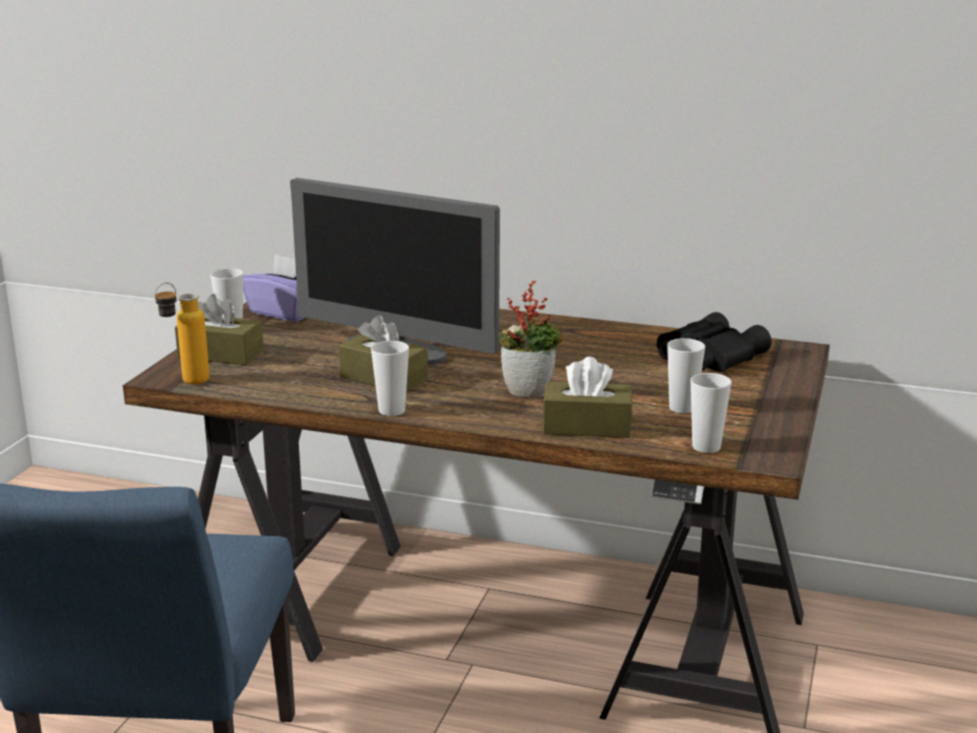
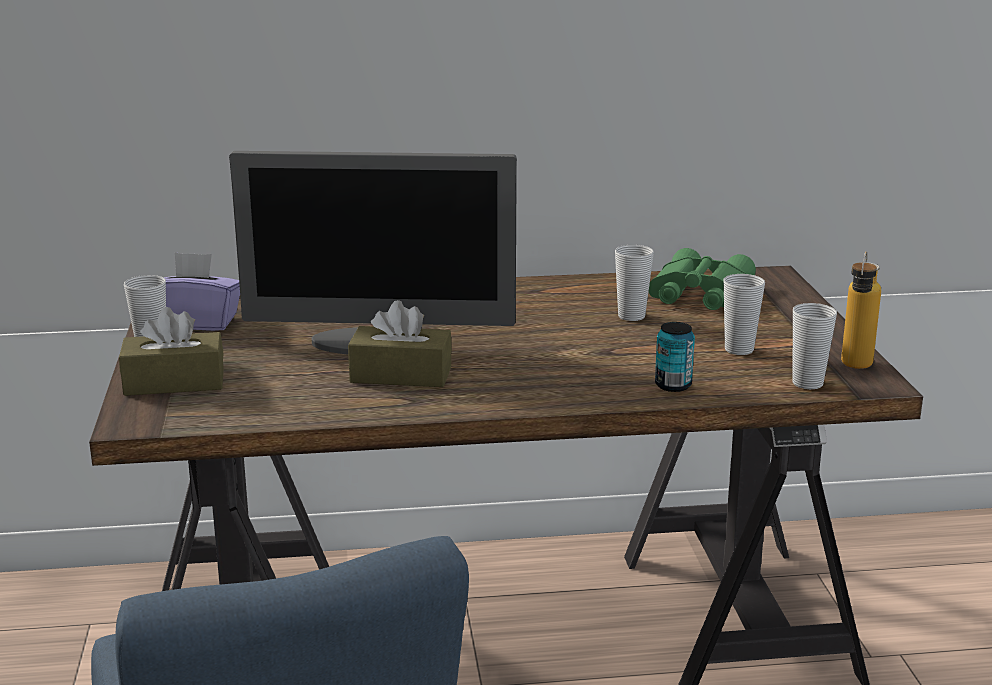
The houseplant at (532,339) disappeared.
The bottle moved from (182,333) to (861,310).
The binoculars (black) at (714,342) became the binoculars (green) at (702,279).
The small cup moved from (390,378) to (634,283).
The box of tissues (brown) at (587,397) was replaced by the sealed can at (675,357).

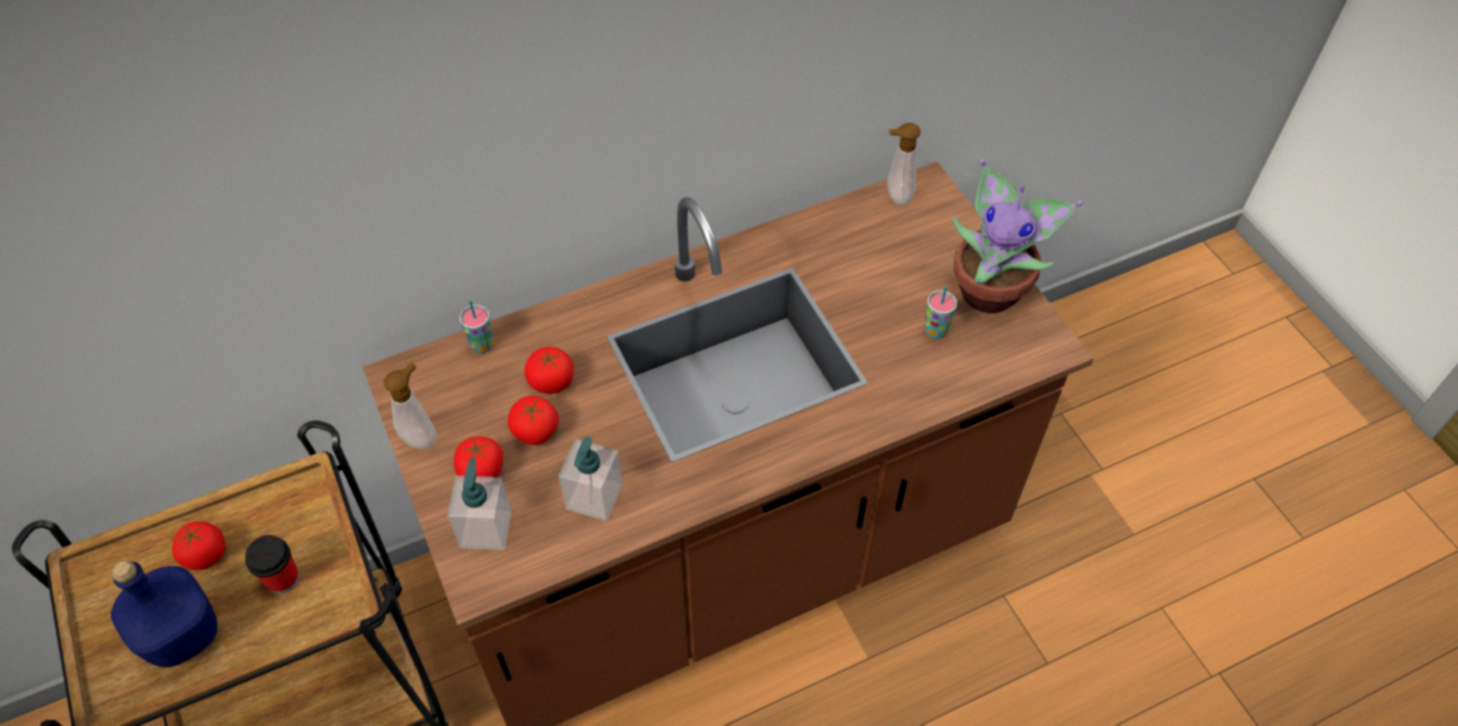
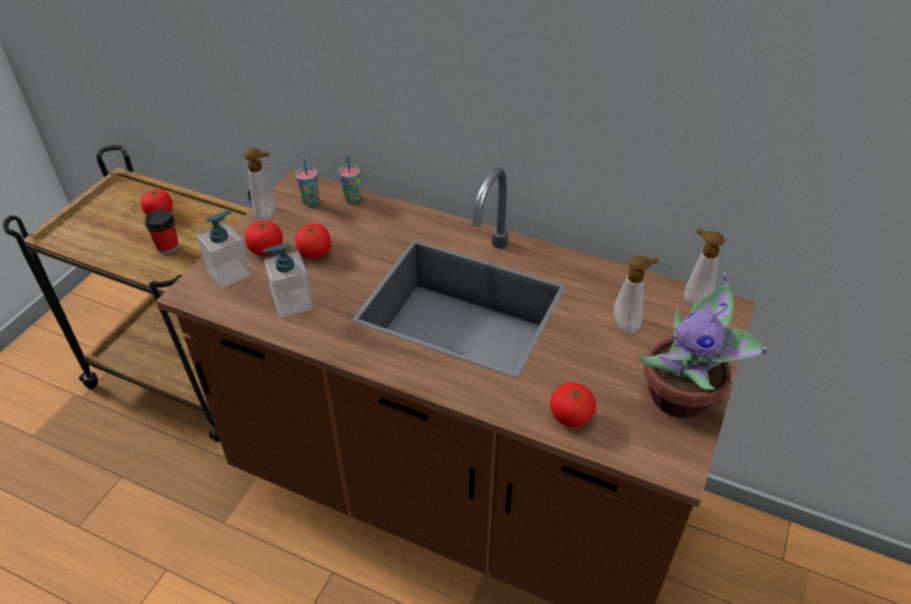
The small cup moved from (940,312) to (307,182).
The fresh tomato moved from (549,370) to (573,404).
The bottle (blue) at (164,614) disappeared.
The liquid soap bottle at (636,294) appeared.

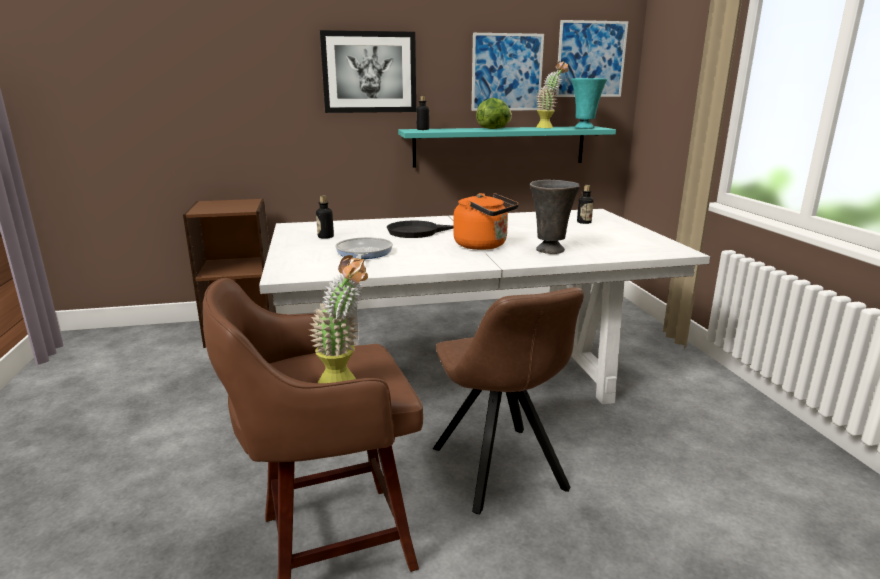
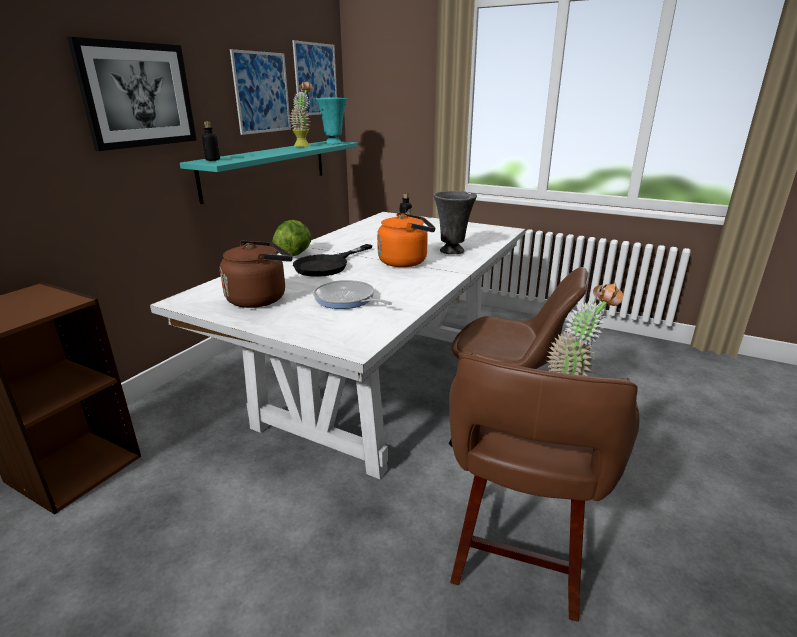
The lettuce moved from (494,113) to (292,238).
The bottle at (325,217) was replaced by the kettle (brown) at (256,274).

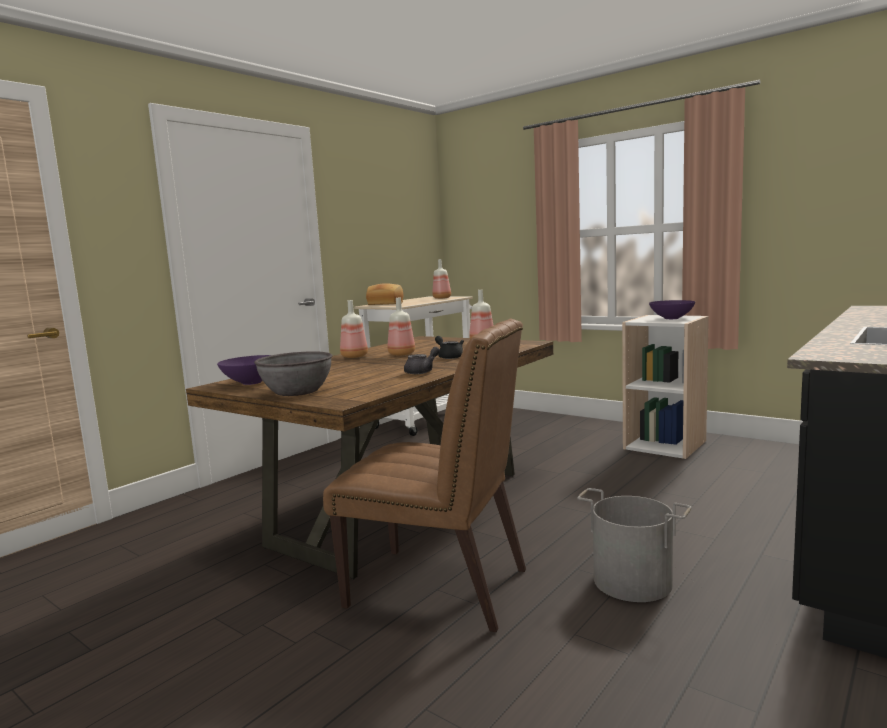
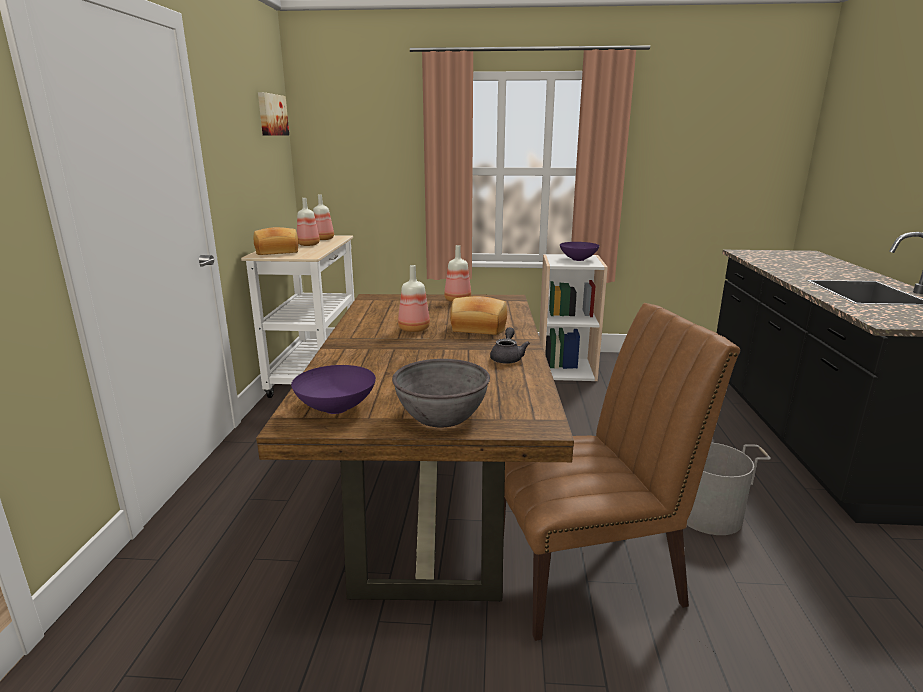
The bottle moved from (354,329) to (308,222).
The pot for tea (black) at (449,347) was replaced by the baked bread at (478,315).
The picture at (273,114) appeared.

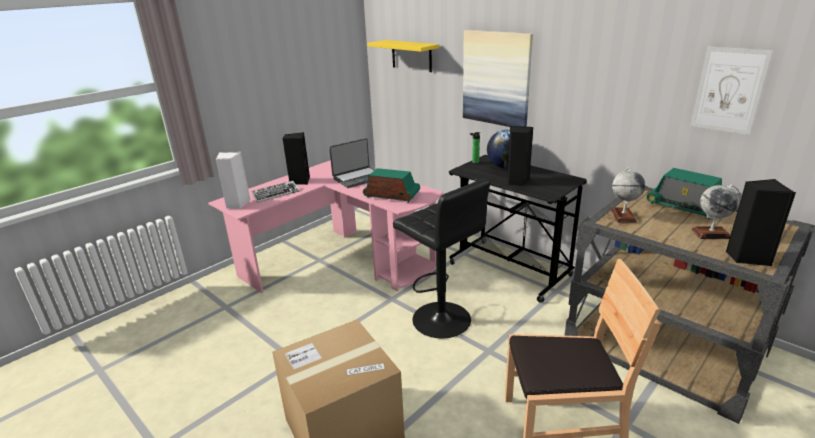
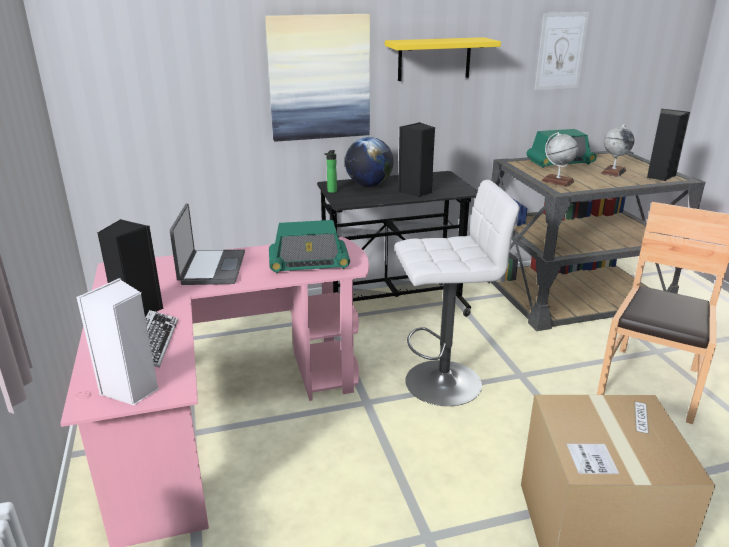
The wall shelf (yellowish) moved from (403,56) to (443,59).
The radio receiver at (391,185) turned 150 degrees counterclockwise.
The stool seat (black) at (442,258) became the stool seat (whitish) at (457,293).

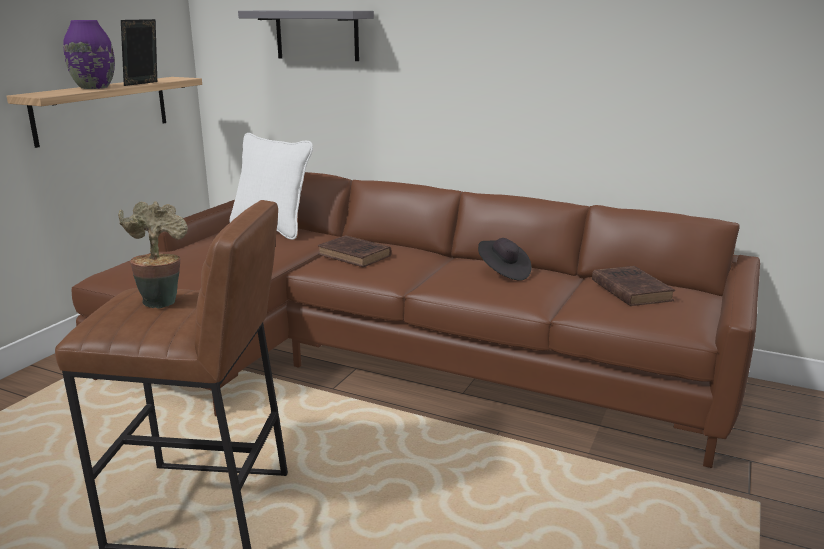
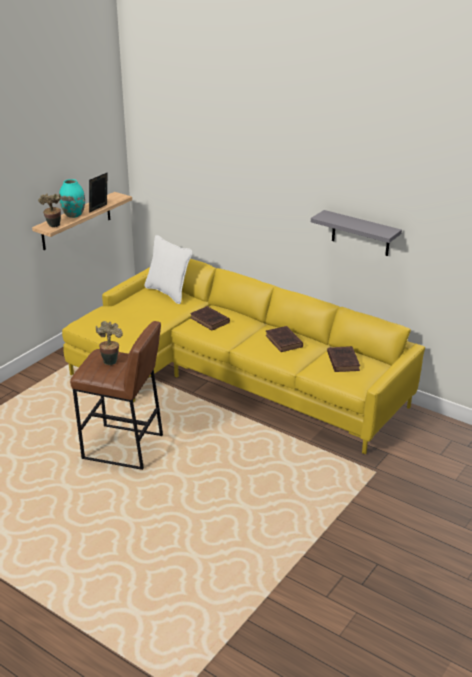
The wall shelf (greyish) moved from (306,36) to (356,233).
The flower vase (purplish) at (89,54) became the flower vase (turquoise-coloured) at (72,198).
The settee (brown) at (416,320) became the settee (yellowish) at (243,356).
The hat (black) at (504,259) was replaced by the book (brown) at (284,339).
The houseplant at (49,210) appeared.

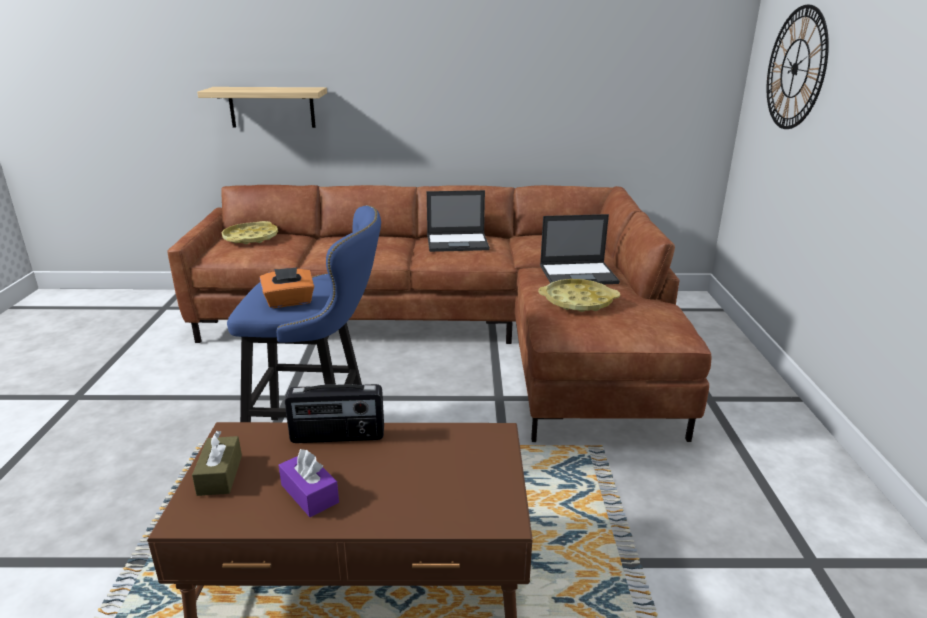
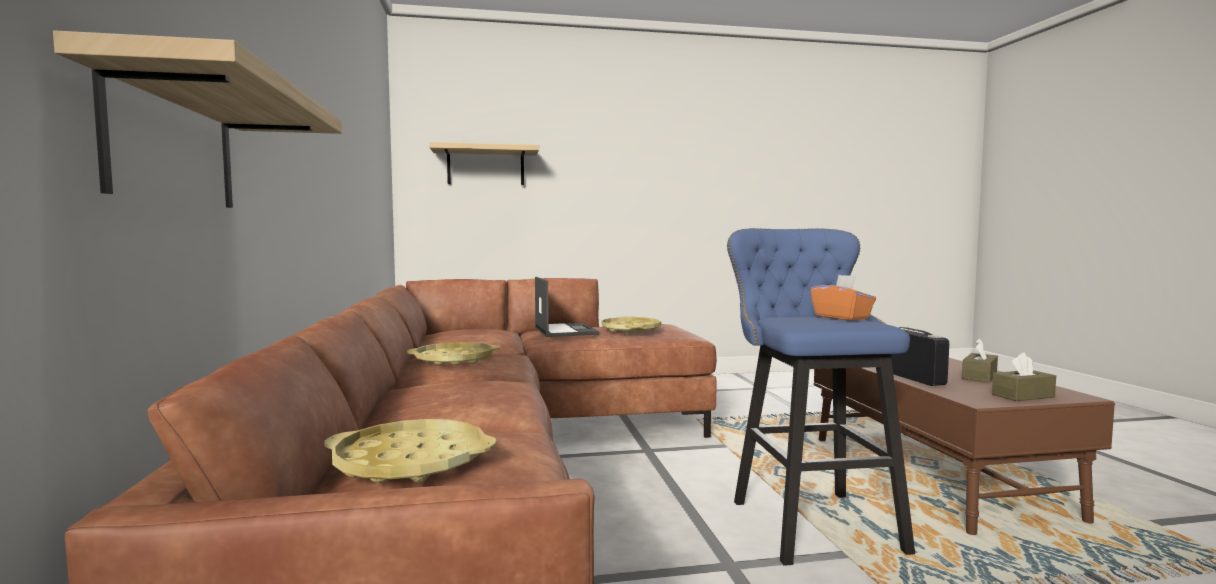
The hanging clock at (798,66) was replaced by the wall shelf at (484,163).
The notebook computer at (458,221) was replaced by the carrying tray (yellowish) at (453,354).
The box of tissues (purplish) at (309,483) became the box of tissues (brown) at (980,360).

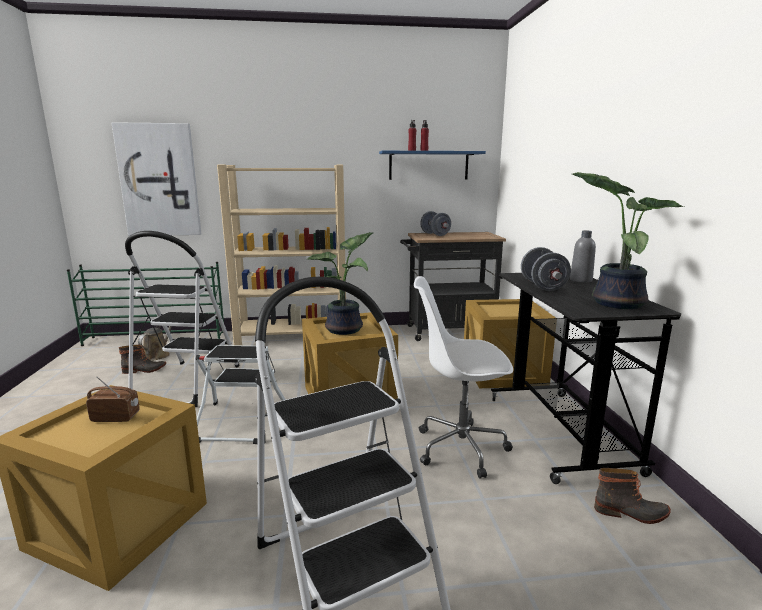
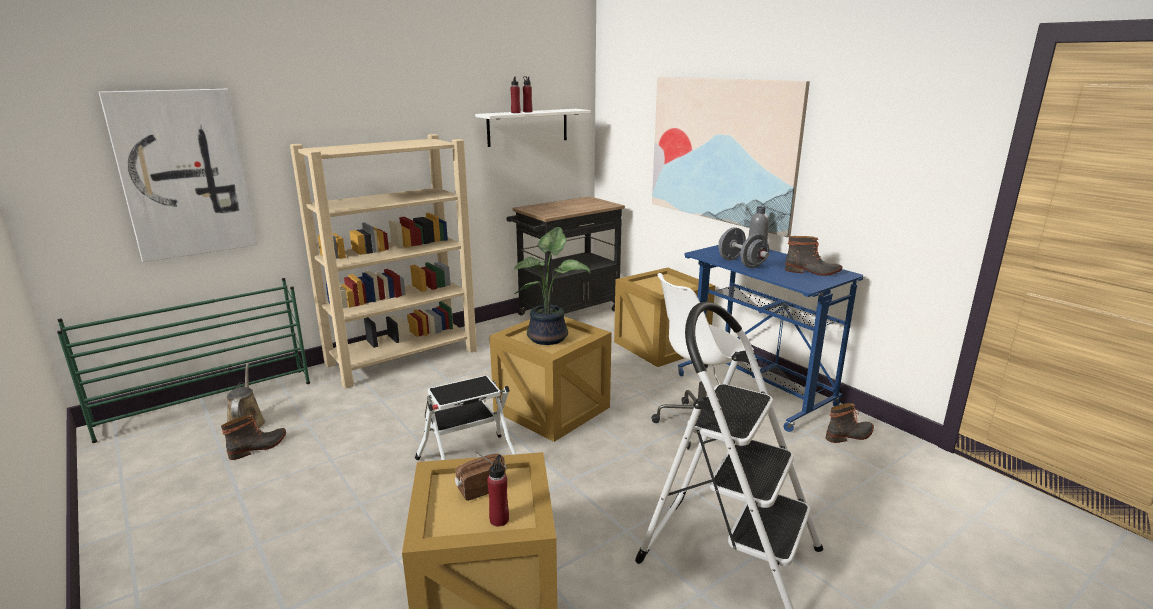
The wall shelf (blue) at (432,165) became the wall shelf (whitish) at (533,128).
The houseplant at (628,240) was replaced by the high-top boot at (813,256).
The dumbbell (greyish) at (435,223) disappeared.
The stepladder at (182,319) disappeared.
The desk table (black) at (586,378) became the desk table (blue) at (770,338).
The picture at (731,157) appeared.
The bottle (red-coloured) at (498,491) appeared.

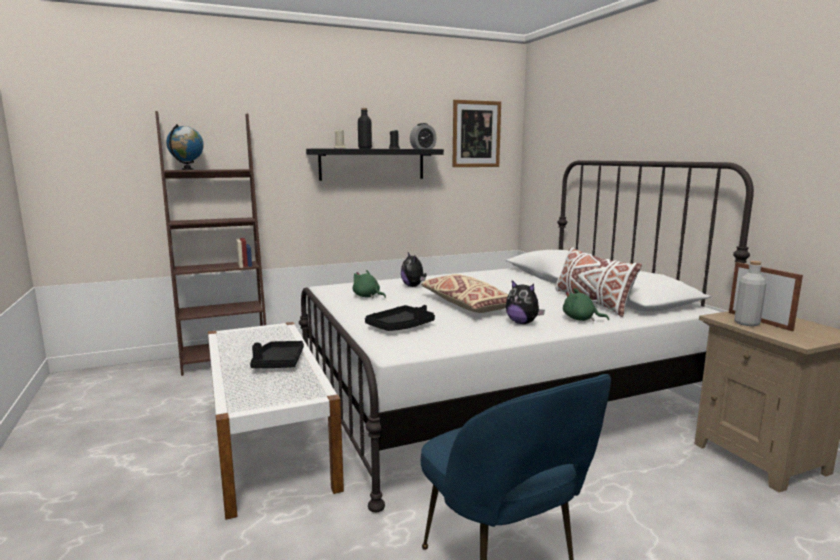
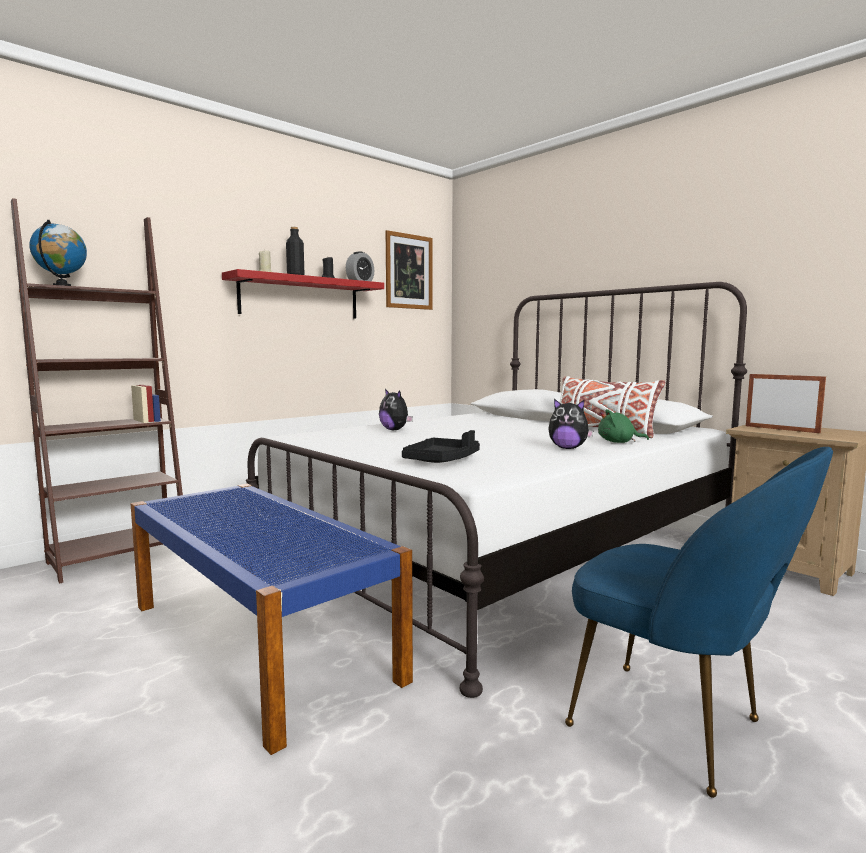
The wall shelf (black) at (375,165) became the wall shelf (red-coloured) at (303,294).
The bottle (greyish) at (750,293) disappeared.
The soft toy (green) at (369,284) disappeared.
The pillow (beige) at (465,293) disappeared.
The bench (whitish) at (276,421) became the bench (blue) at (272,619).
The carrying tray (black) at (277,354) disappeared.

